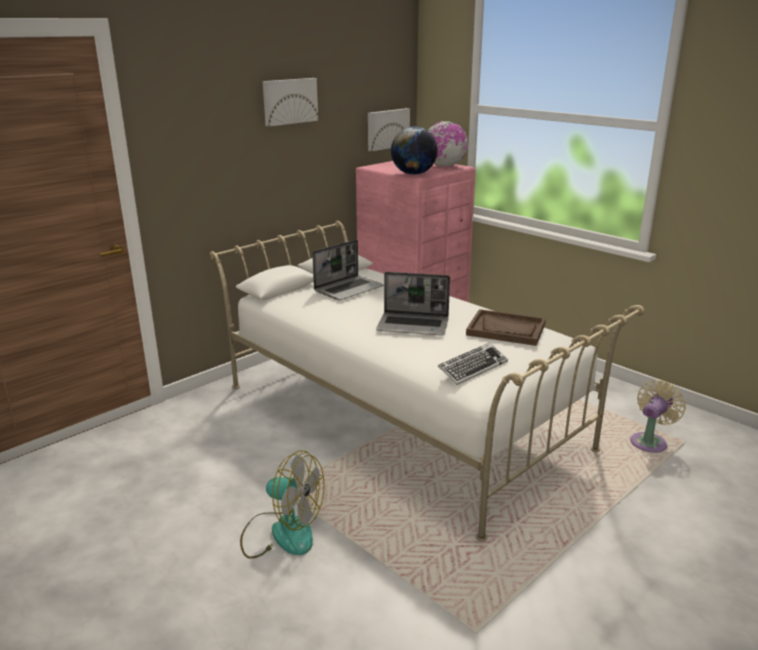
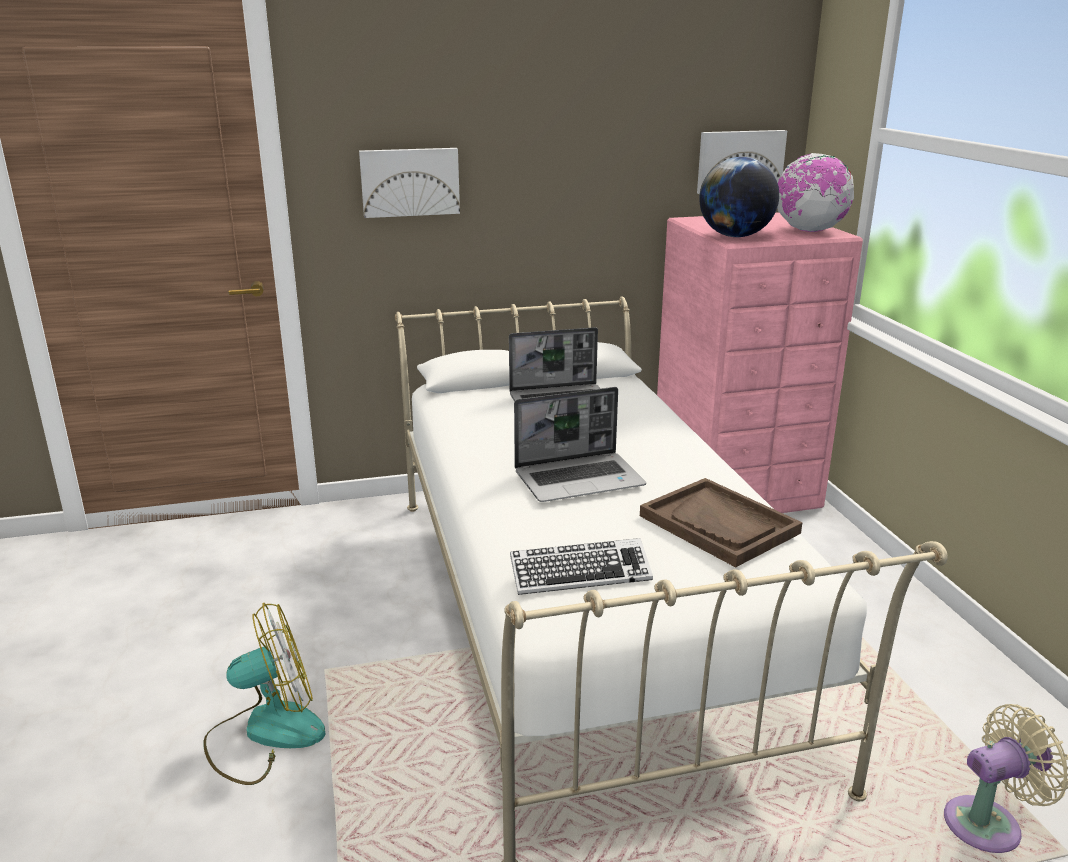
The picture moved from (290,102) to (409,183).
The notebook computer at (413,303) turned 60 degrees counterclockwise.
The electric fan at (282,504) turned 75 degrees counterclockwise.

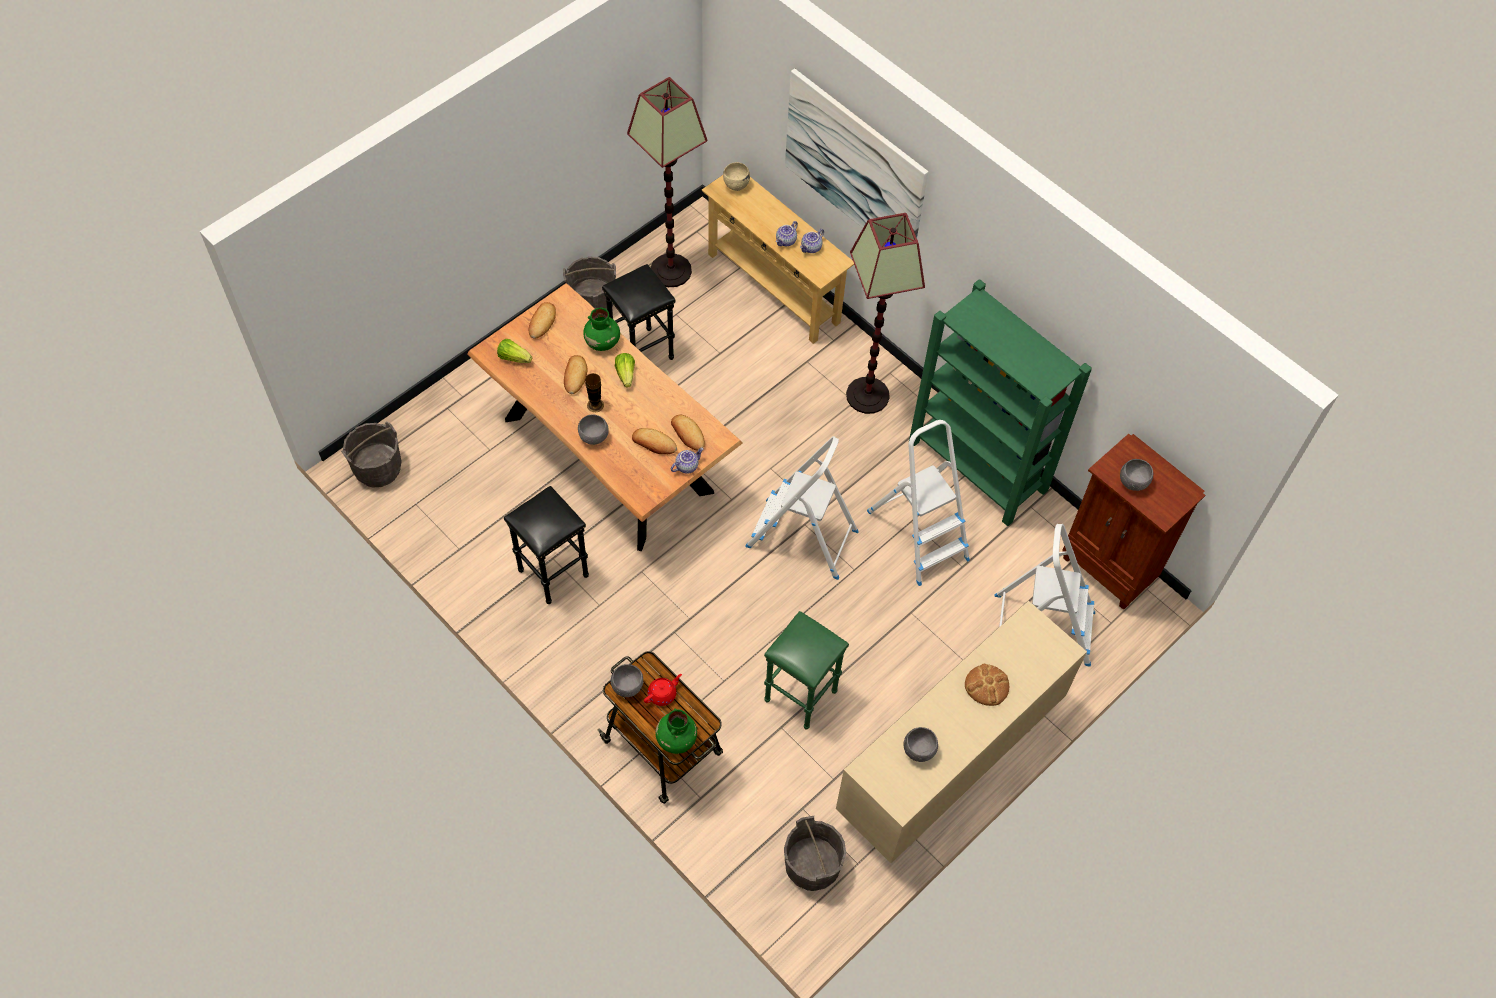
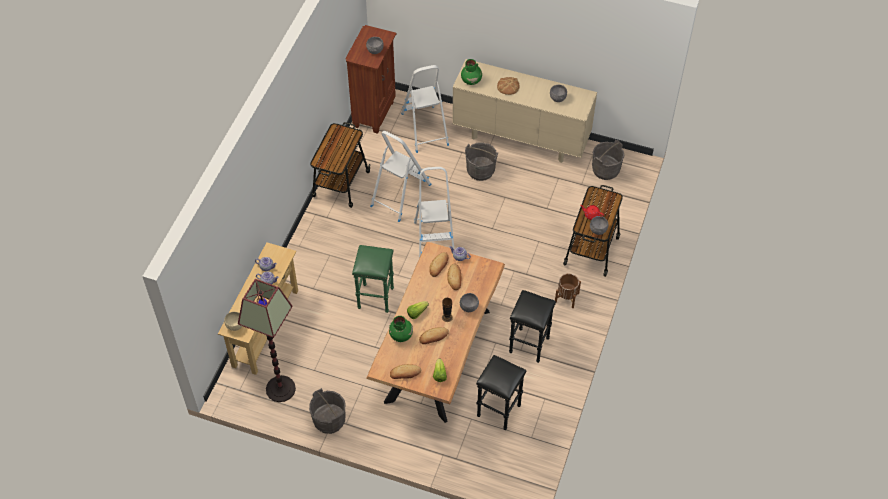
The picture at (857,153) disappeared.
The standing lamp at (885,313) disappeared.
The stool seat (black) moved from (639,312) to (501,392).
The bookcase (green) at (1000,402) was replaced by the cart at (340,165).
The pail (greyish) moved from (371,454) to (481,161).
The stool seat (green) moved from (806,670) to (373,279).
The flower vase (green) moved from (676,731) to (471,72).
The planter (brown) at (568,290) appeared.

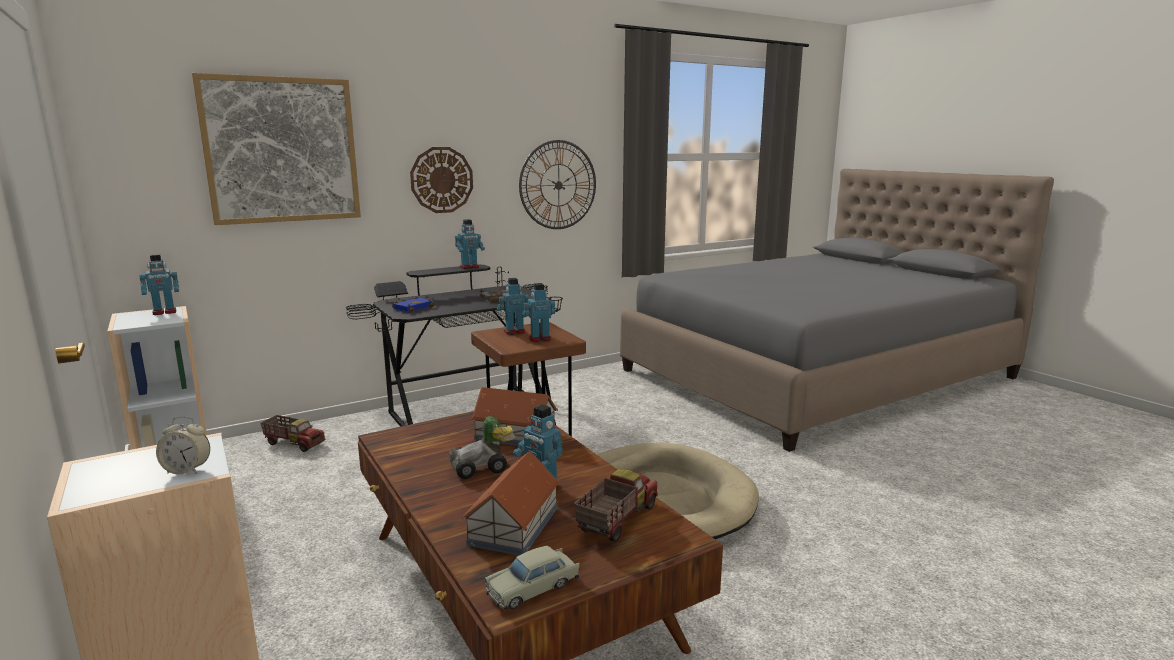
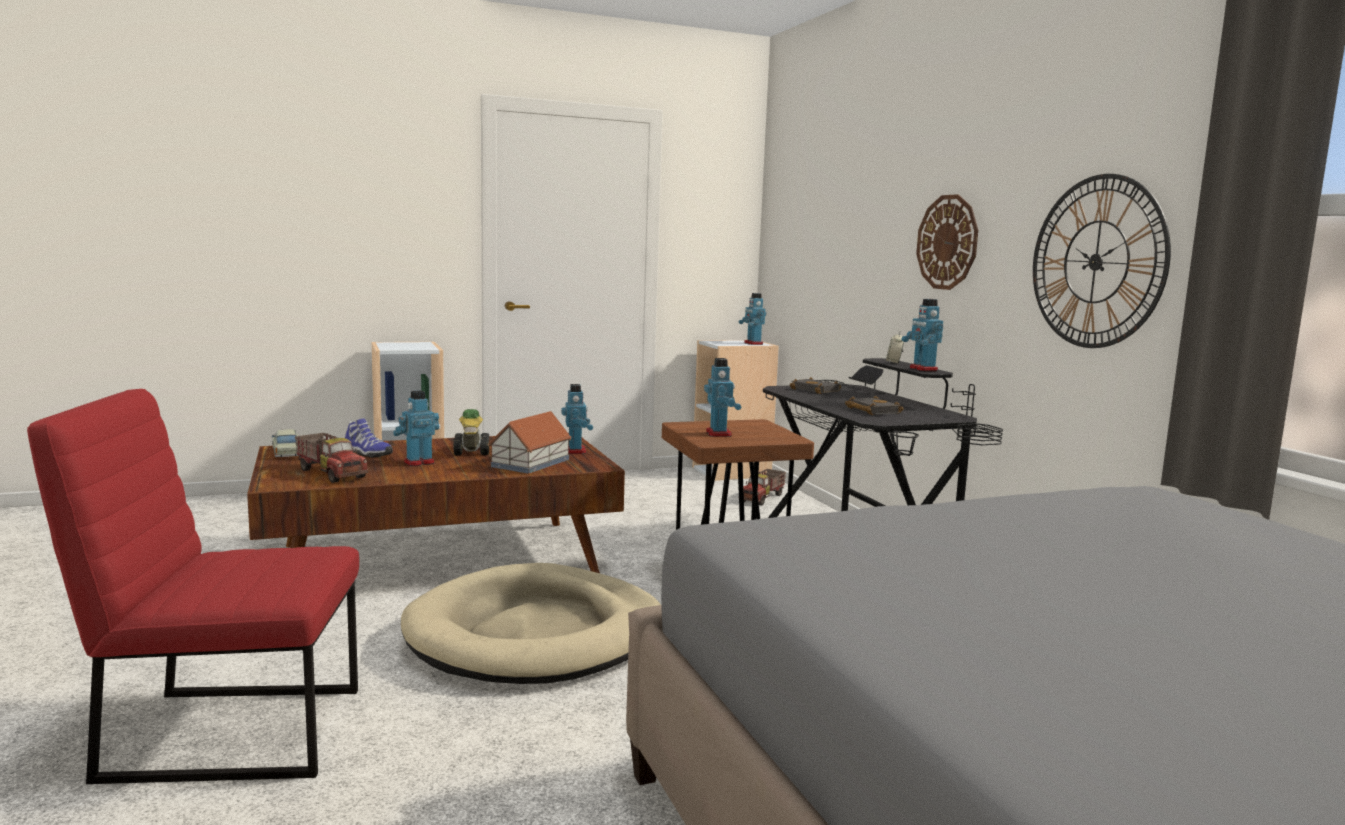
The picture at (276,149) disappeared.
The toy robot moved from (513,306) to (577,419).
The book (blue) at (413,305) became the book (black) at (815,385).
The bedside clock moved from (183,445) to (895,346).
The toy house at (511,503) was replaced by the shoe at (369,438).
The plain chair (red-coloured) at (193,586) appeared.

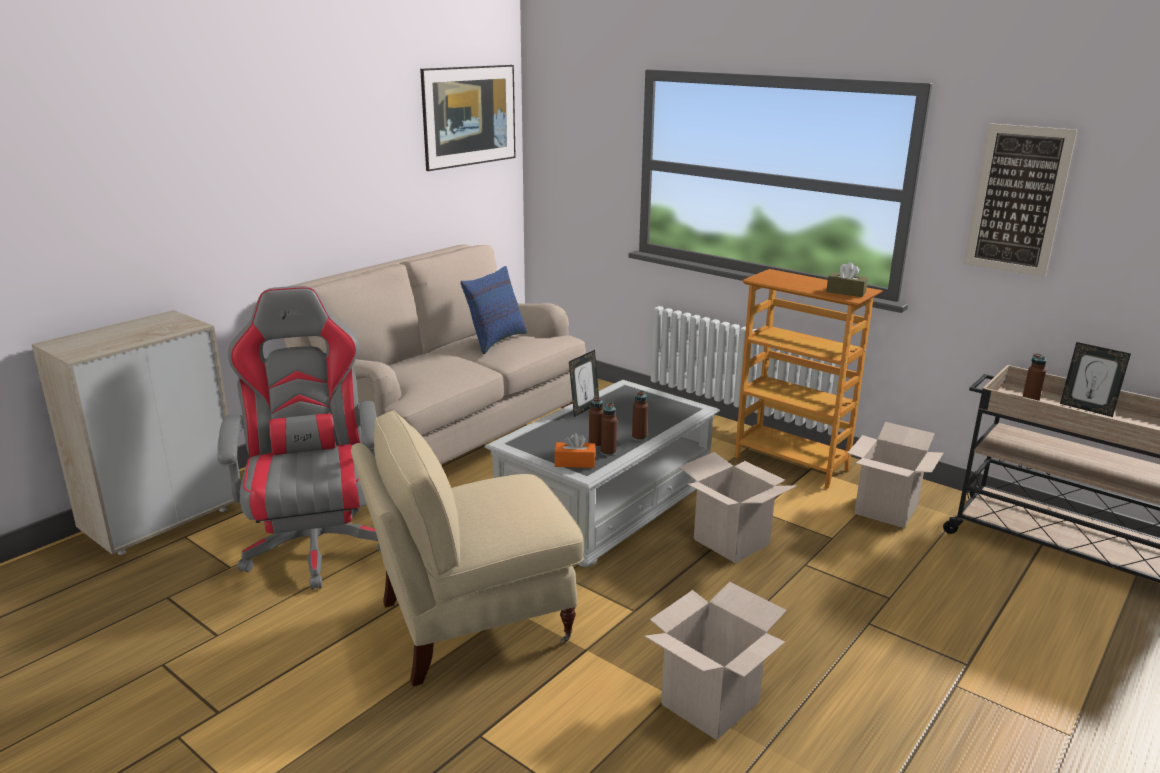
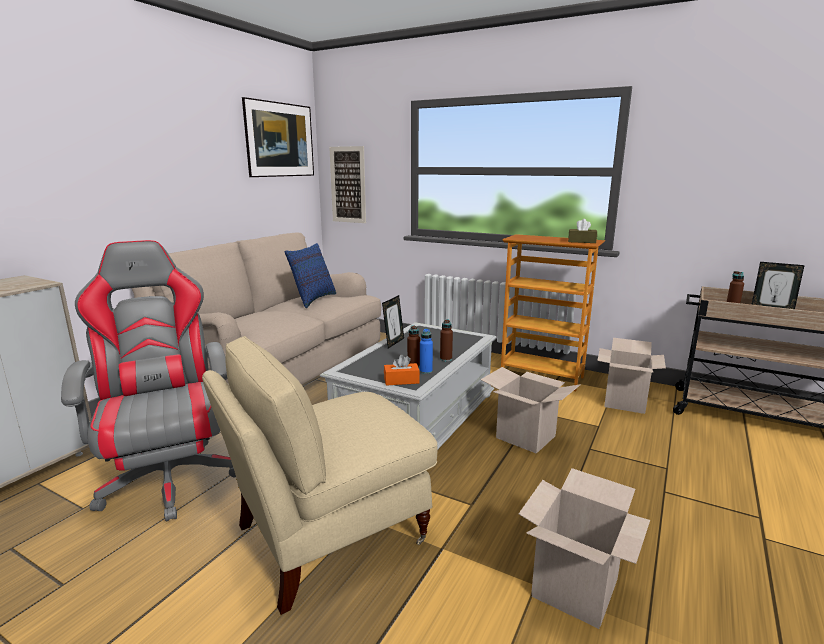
The picture moved from (1020,200) to (347,184).
The bottle (brown) at (609,429) became the bottle (blue) at (426,351).

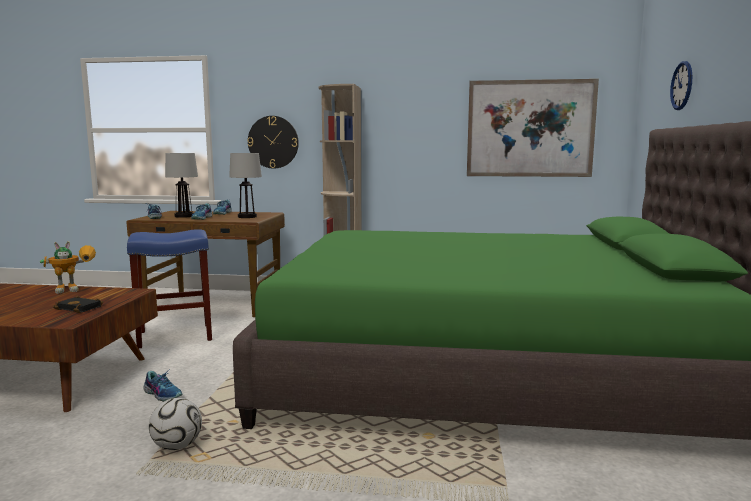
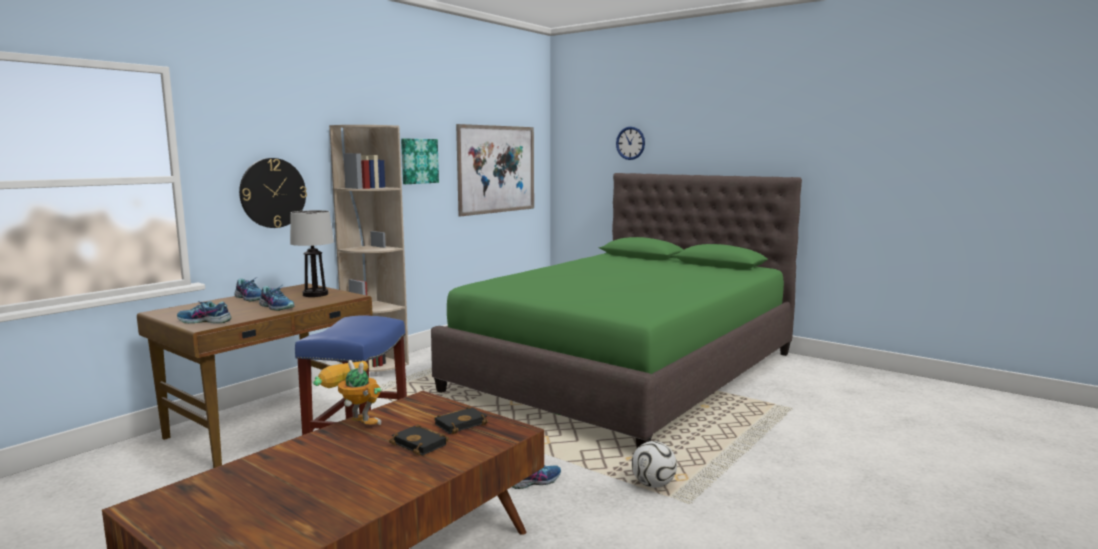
The table lamp at (181,185) disappeared.
The toy robot at (68,267) turned 60 degrees counterclockwise.
The picture at (420,161) appeared.
The book (black) at (419,440) appeared.

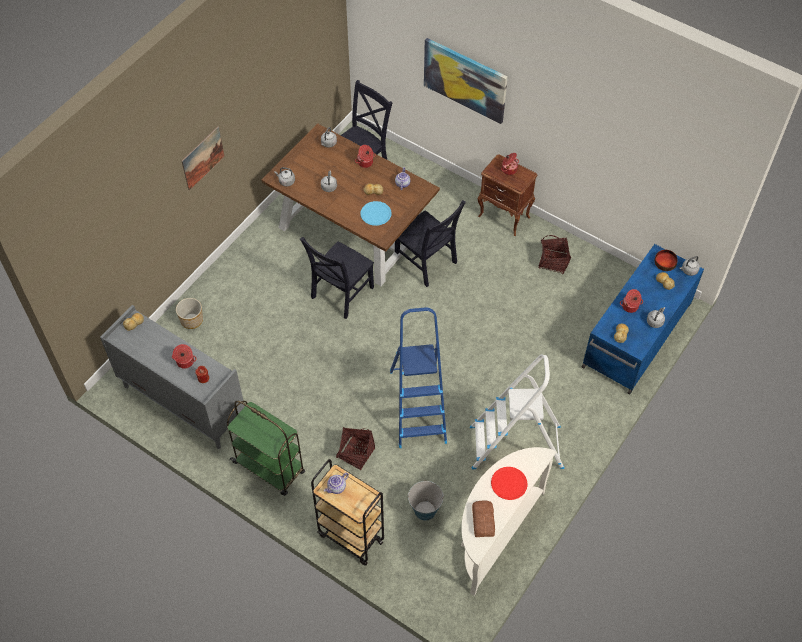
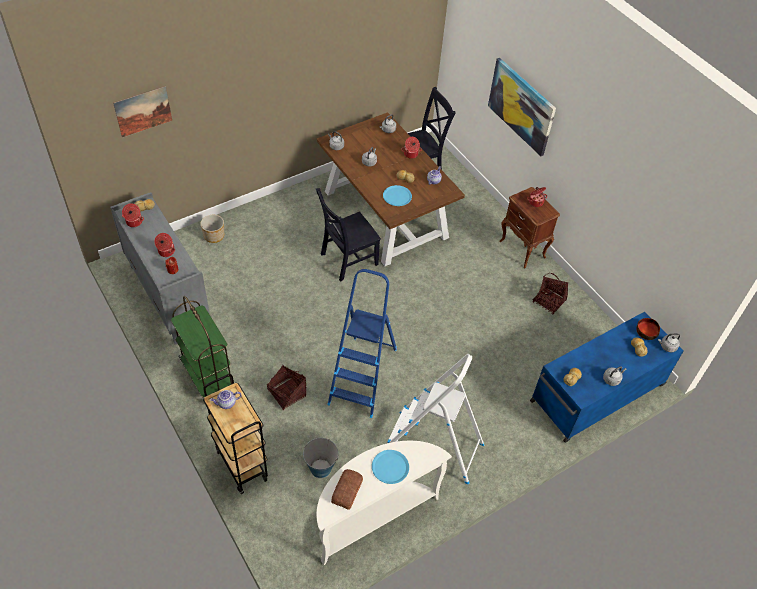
The picture moved from (203,158) to (142,111).
The plain chair (black) at (430,243) disappeared.
The saucepot moved from (631,301) to (133,215).
The plate (red-coloured) at (509,483) became the plate (blue) at (390,467).

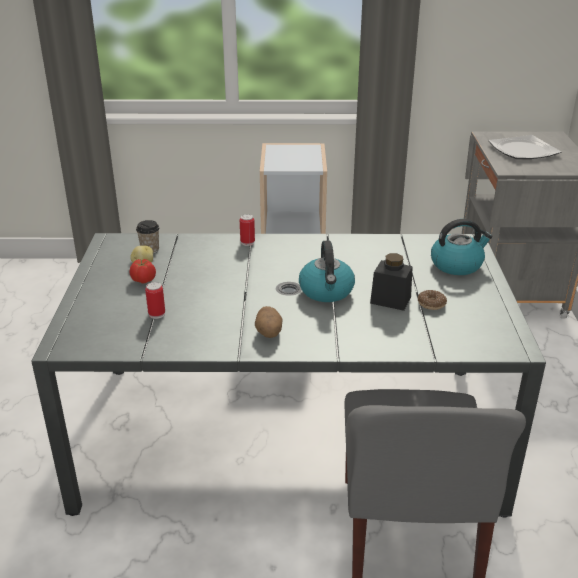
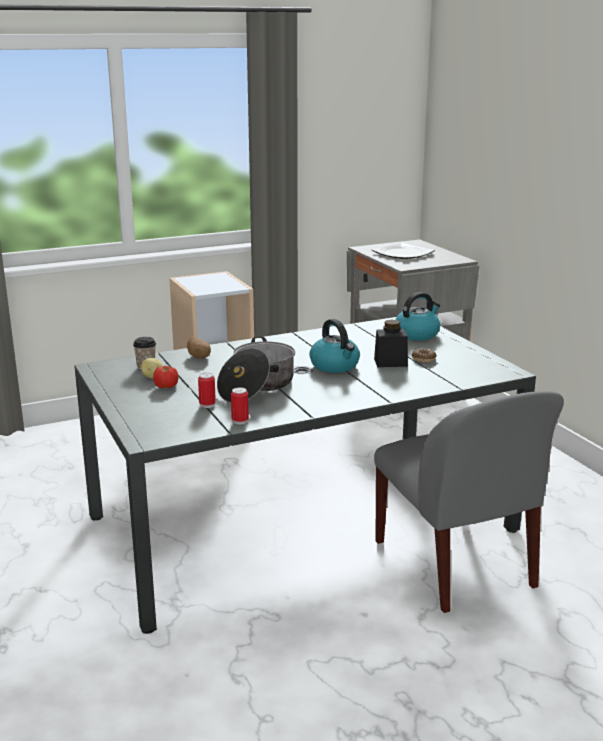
The sealed can moved from (247,230) to (240,405).
The potato moved from (269,322) to (199,347).
The saucepot at (256,369) appeared.

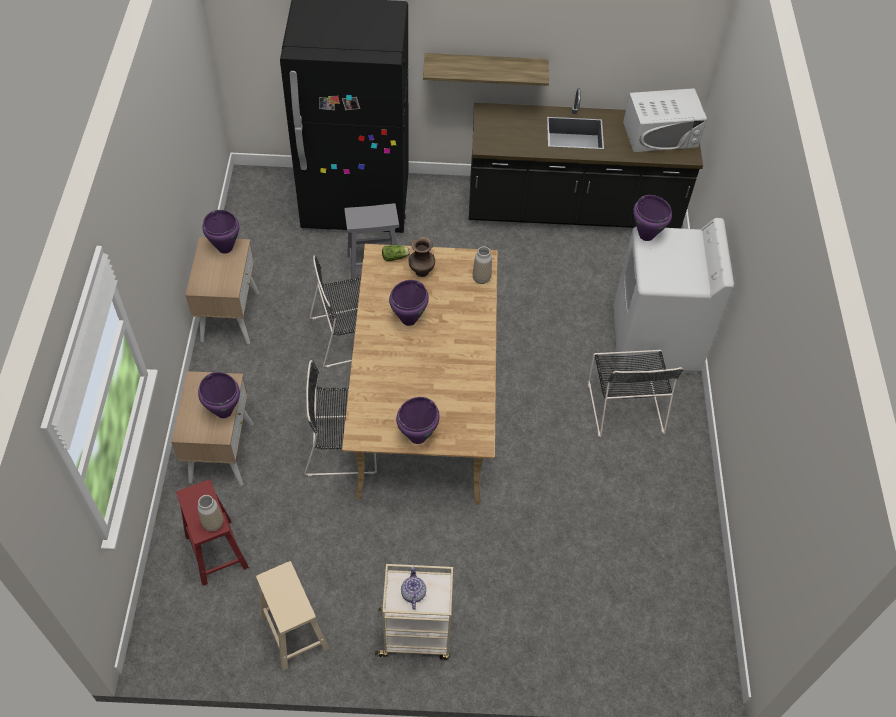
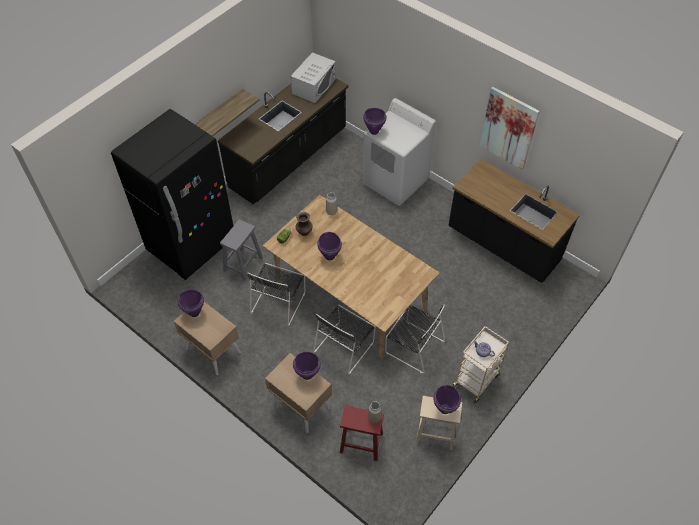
The plain chair (black) moved from (635,394) to (415,339).
The saucepot (purplish) moved from (418,420) to (447,399).
The picture at (509,128) appeared.
The kitchen base unit (black) at (514,221) appeared.

